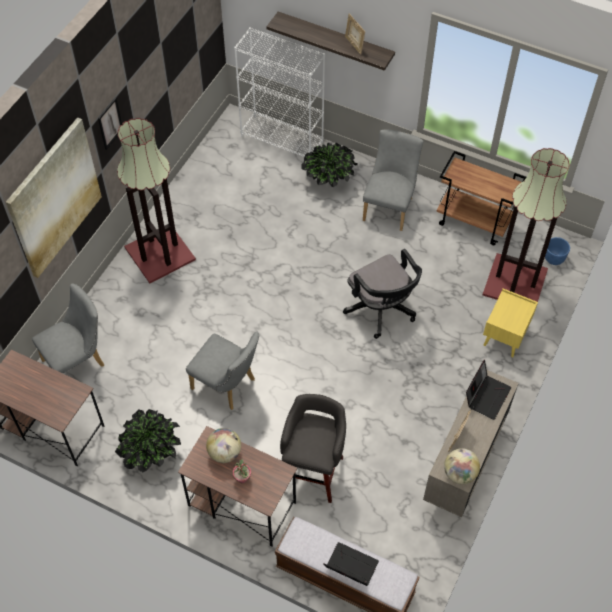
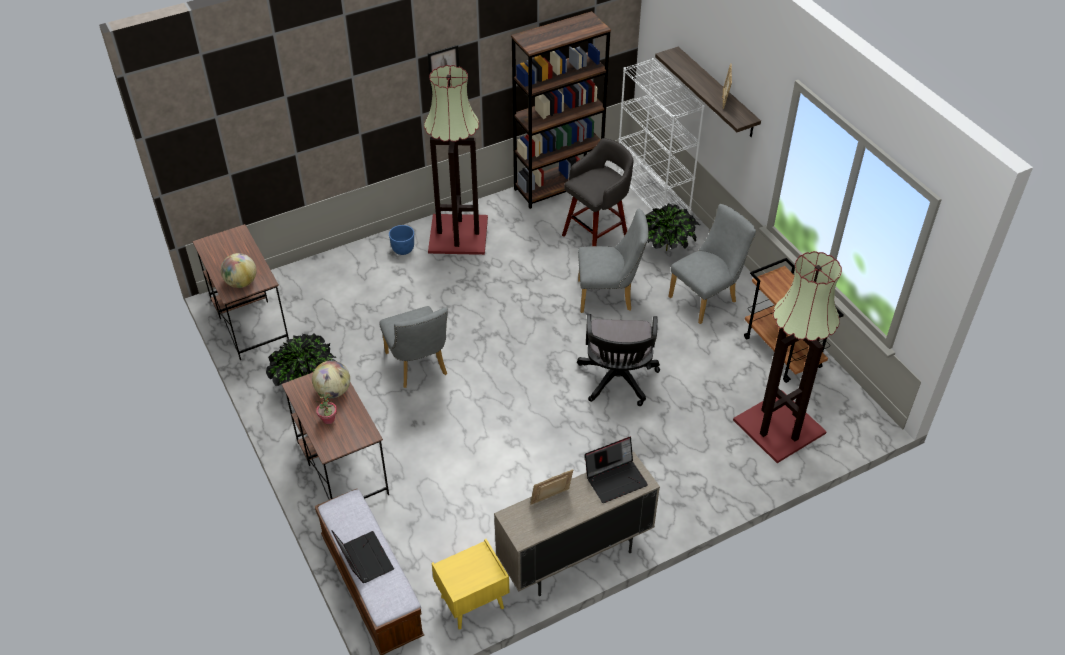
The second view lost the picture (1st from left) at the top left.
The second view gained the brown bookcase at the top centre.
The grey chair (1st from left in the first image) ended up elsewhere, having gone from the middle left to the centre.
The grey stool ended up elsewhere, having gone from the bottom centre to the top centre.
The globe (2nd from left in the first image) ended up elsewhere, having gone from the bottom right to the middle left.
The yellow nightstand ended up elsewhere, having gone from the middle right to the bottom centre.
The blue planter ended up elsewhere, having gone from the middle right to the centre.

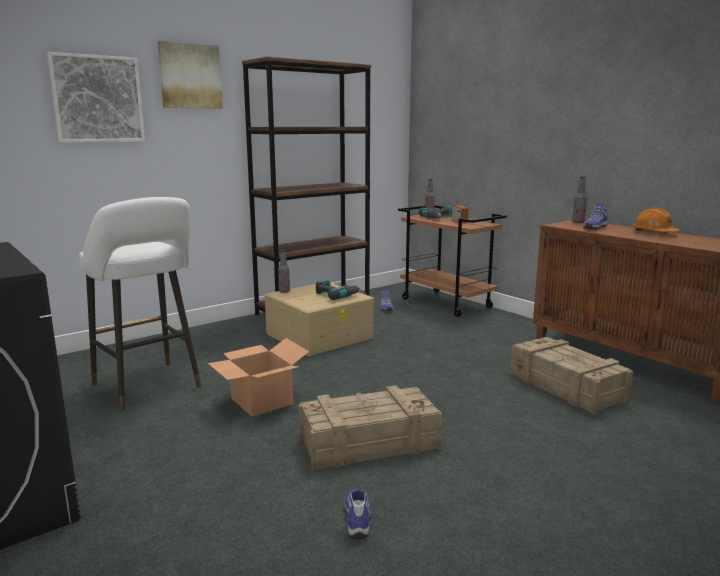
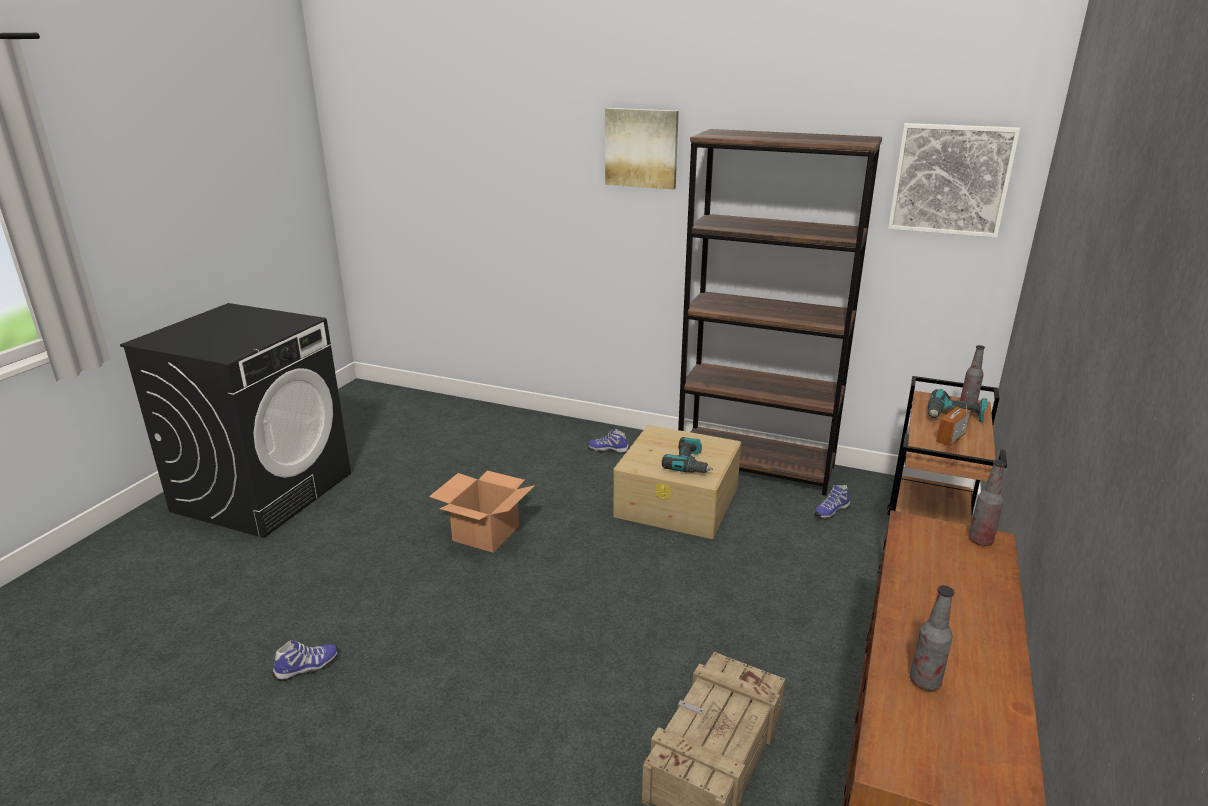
The second view lost the white stool at the middle left.
The second view lost the crate (1st from left) at the bottom centre.
The second view lost the orange hard hat at the middle right.
The picture (1st from left in the first image) ended up elsewhere, having gone from the top left to the top right.
The bottle (1st from left) ended up elsewhere, having gone from the centre to the bottom right.
The shoe (3rd from left in the first image) ended up elsewhere, having gone from the middle right to the centre.

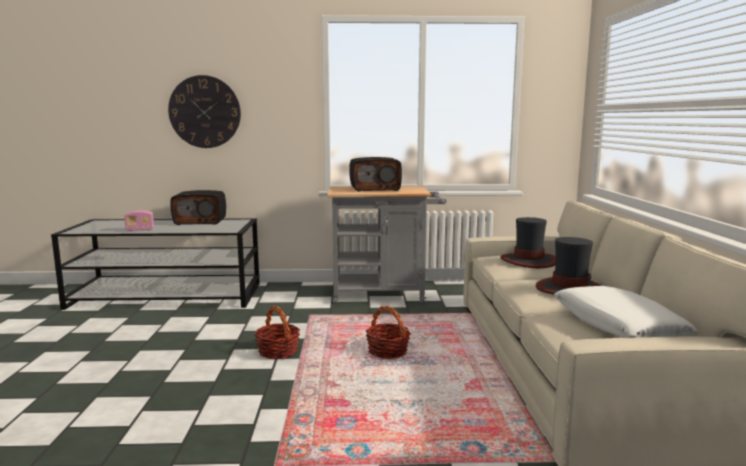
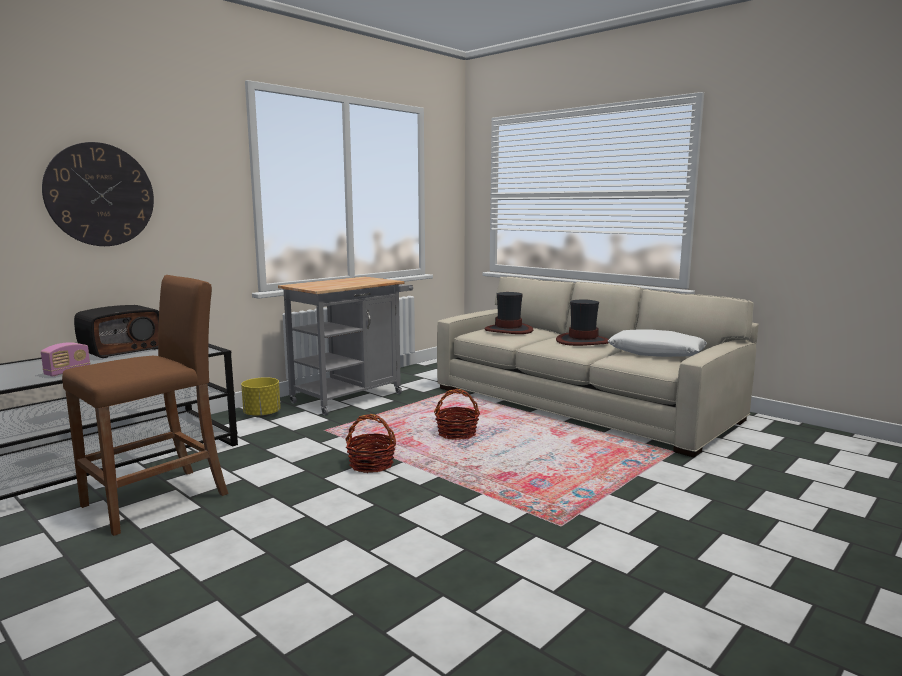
The second view lost the radio (3rd from left) at the centre.
The second view gained the brown stool at the middle left.
The second view gained the yellow planter at the middle left.

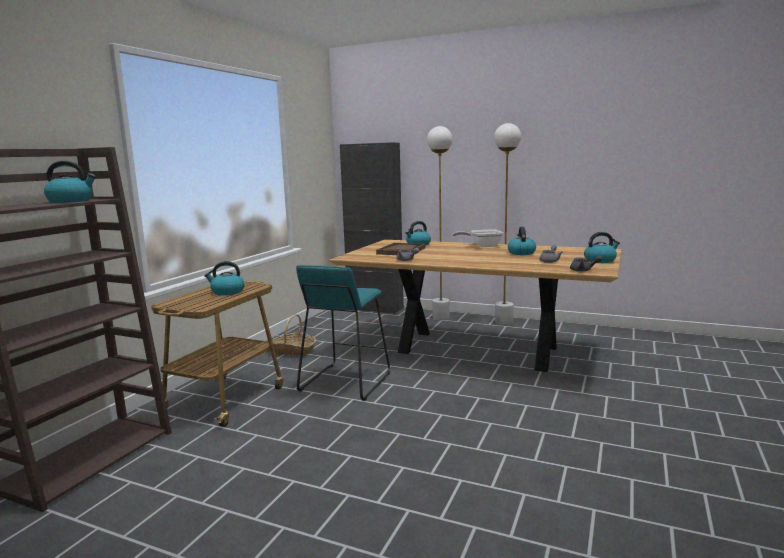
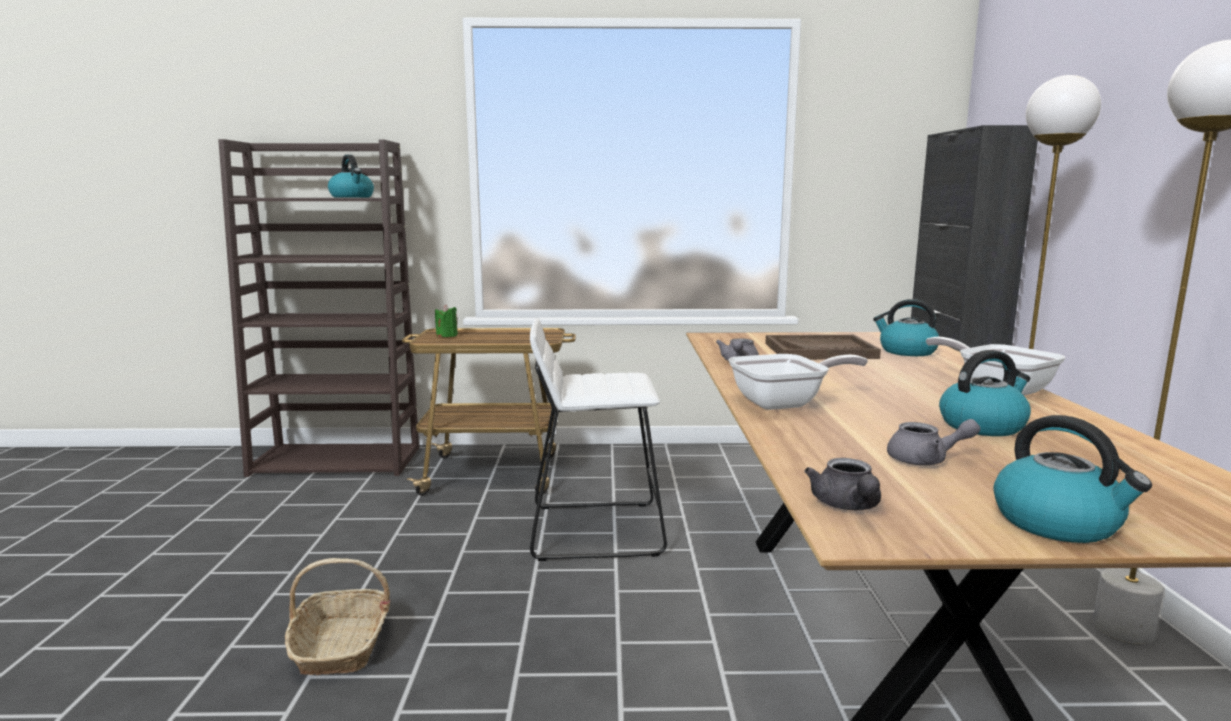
The second view lost the kettle (2nd from left) at the middle left.
The second view gained the green candle at the centre.
The second view gained the frying pan (1st from left) at the centre.
The basket ended up elsewhere, having gone from the centre to the bottom left.
What was the turquoise stool at the centre turned into the white stool at the centre.

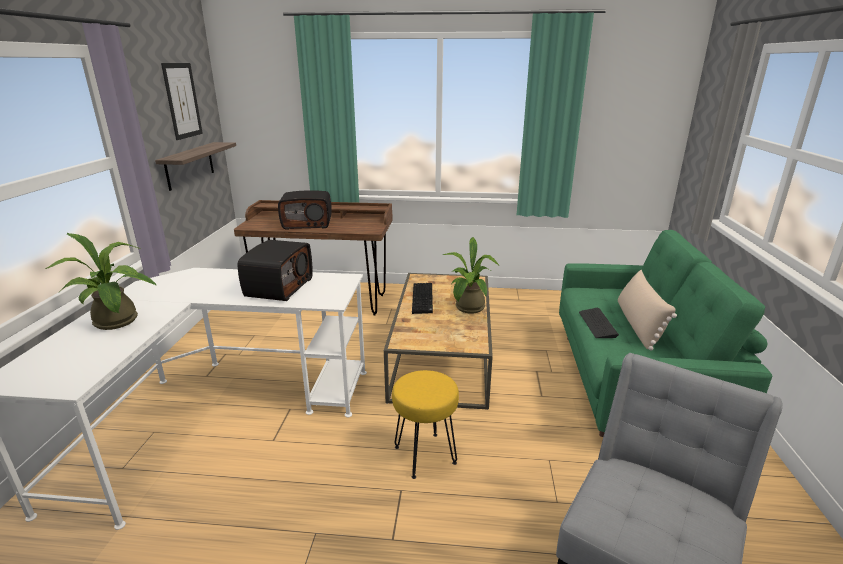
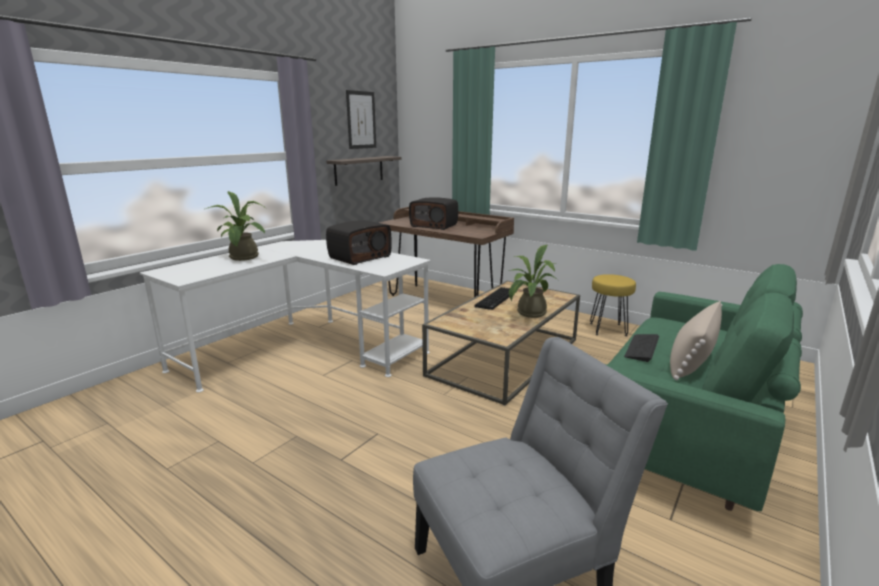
The yellow stool ended up elsewhere, having gone from the bottom centre to the middle right.

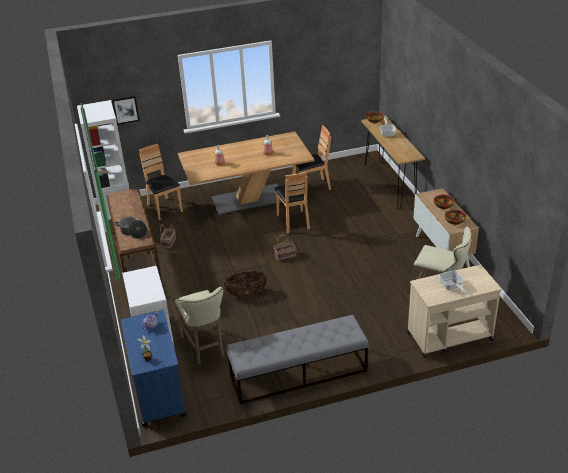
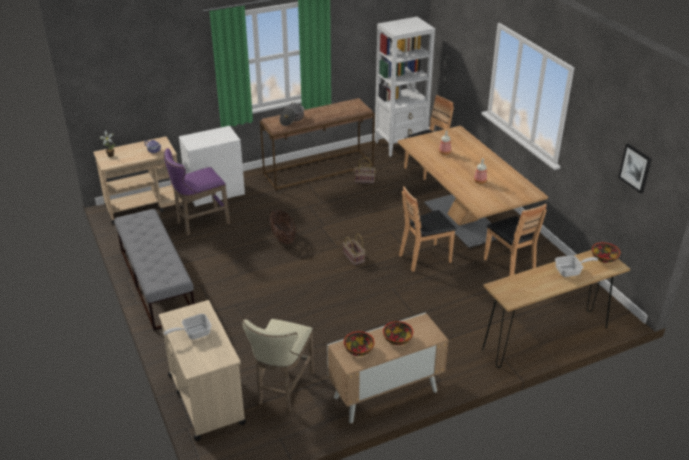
The picture ended up elsewhere, having gone from the top left to the middle right.
What was the blue cart at the bottom left turned into the beige cart (1st from left) at the middle left.
What was the beige stool (1st from left) at the bottom centre turned into the purple stool at the middle left.

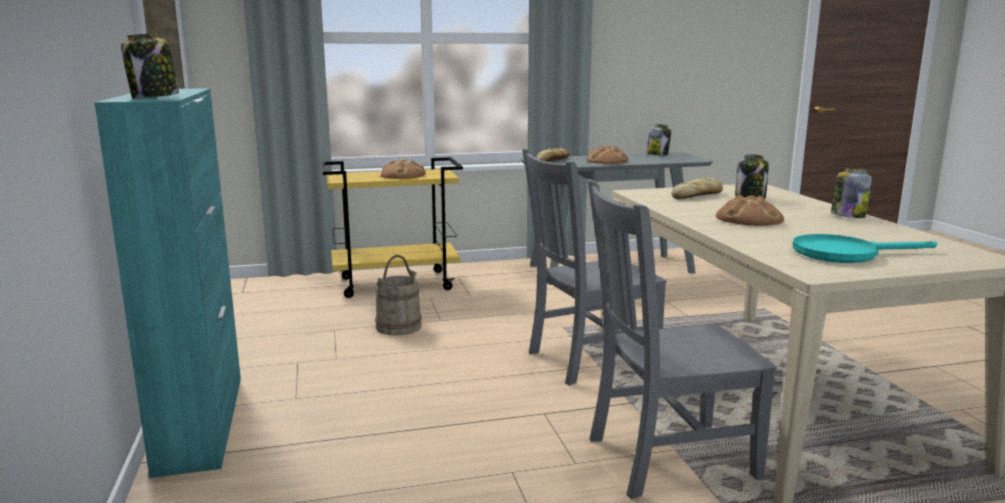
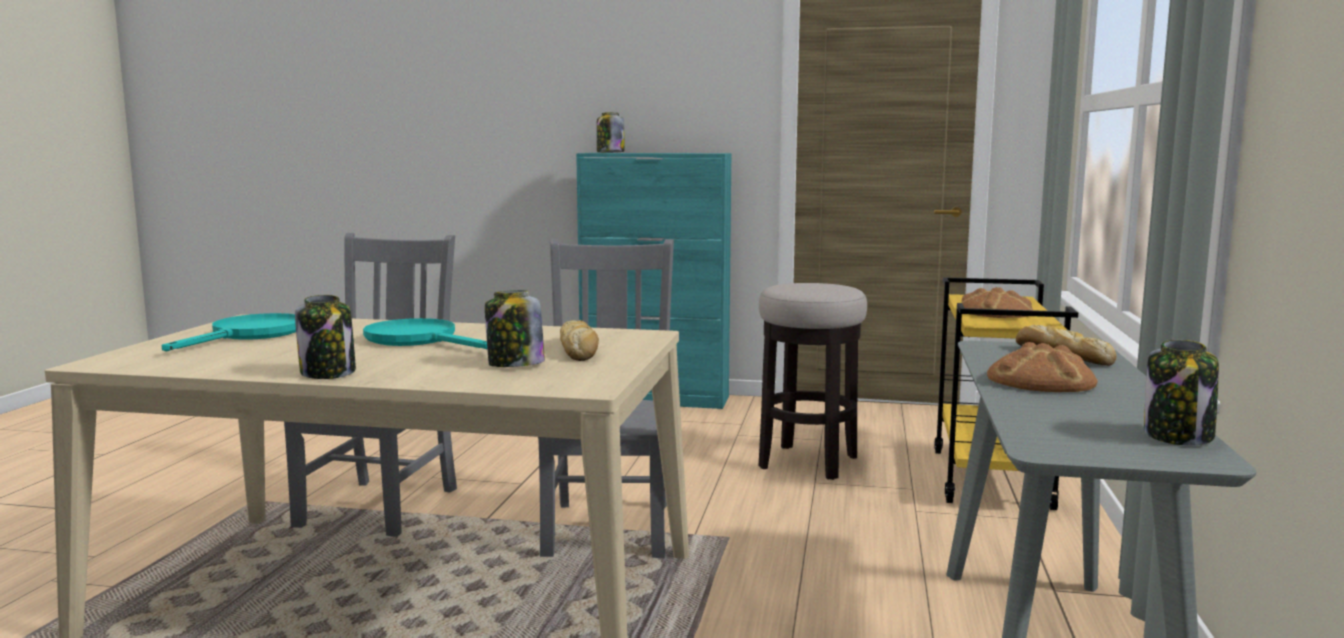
Where the beige bucket stood at the centre, the stool came to stand at the centre.
Where the bread (5th from left) stood at the middle right, the turquoise frying pan (2nd from left) came to stand at the middle left.

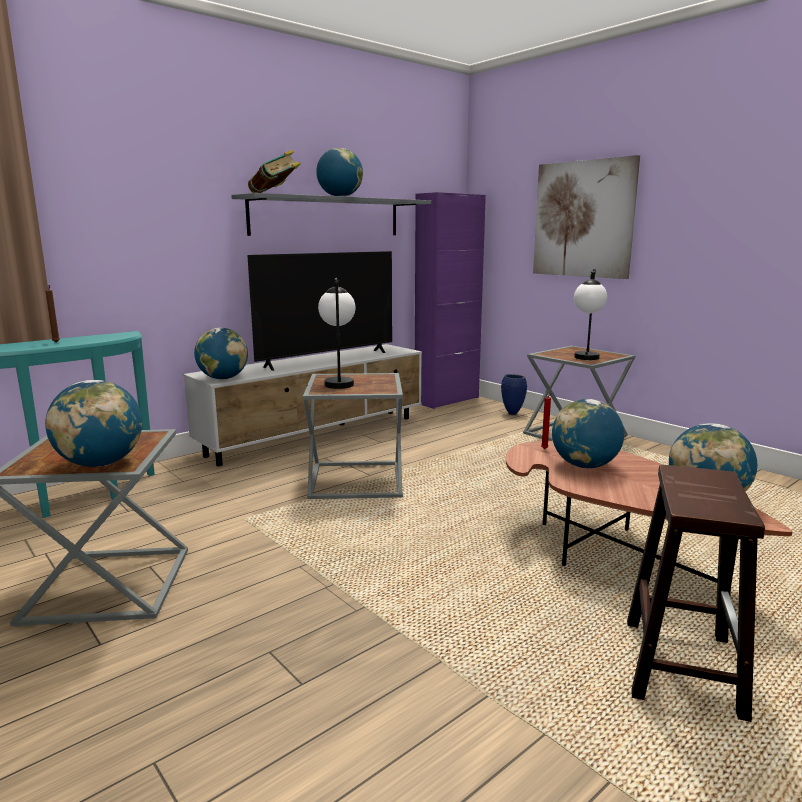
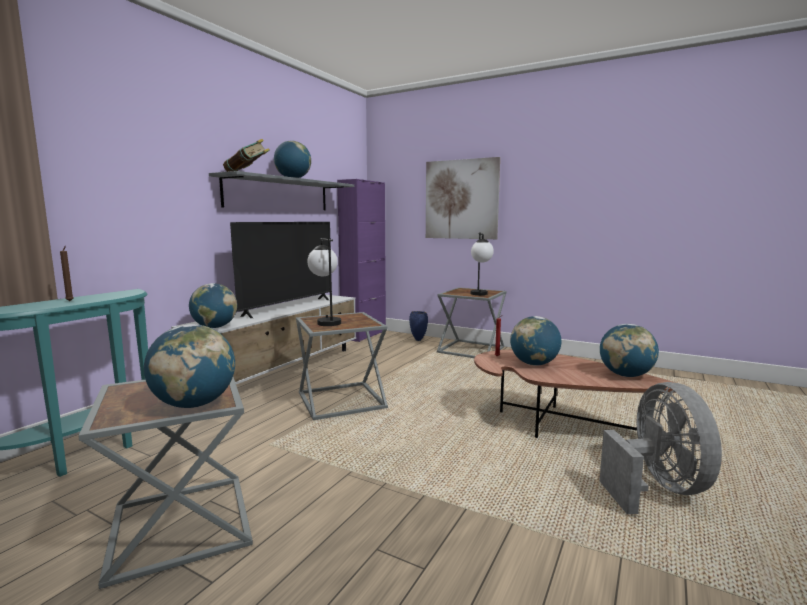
Where the brown stool stood at the bottom right, the grey fan came to stand at the bottom right.

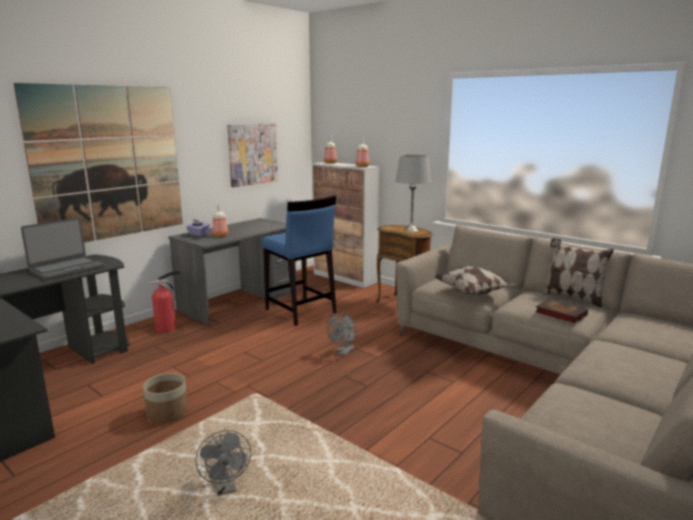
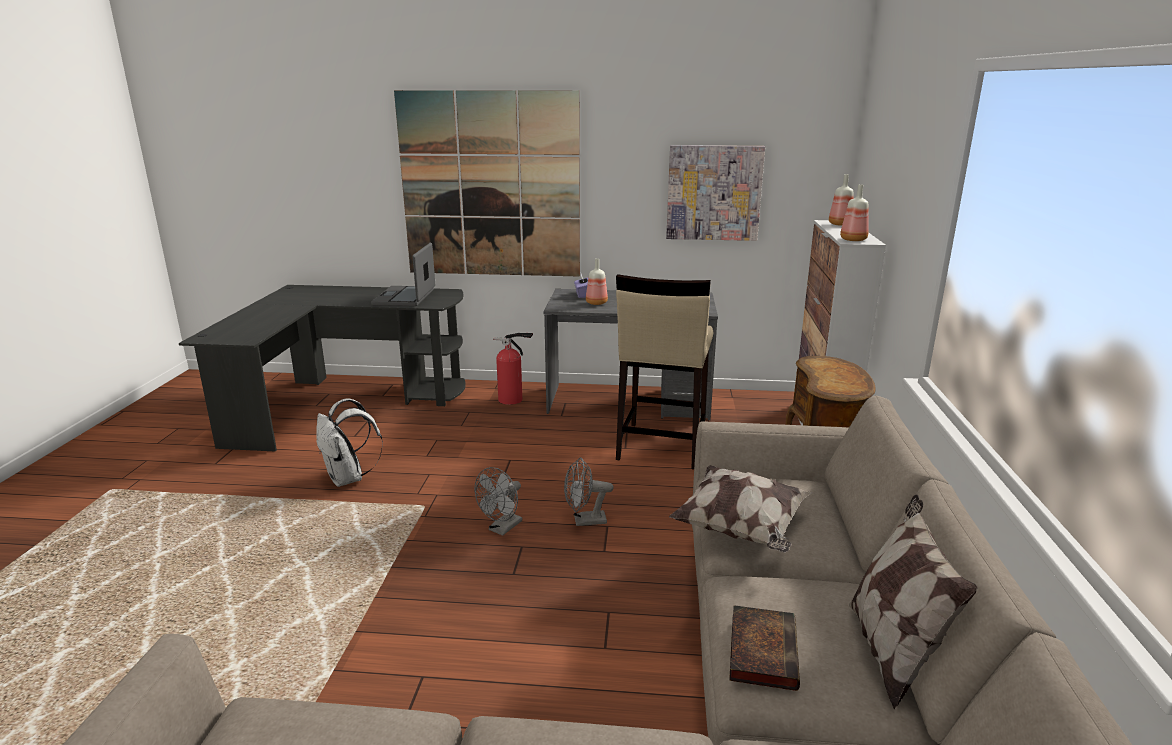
The second view lost the grey table lamp at the centre.
The grey fan (1st from left) ended up elsewhere, having gone from the bottom left to the bottom centre.
Where the planter stood at the bottom left, the white backpack came to stand at the middle left.
What was the blue stool at the centre turned into the beige stool at the centre.
The laptop at the middle left ended up facing another way, 90 degrees clockwise from before.

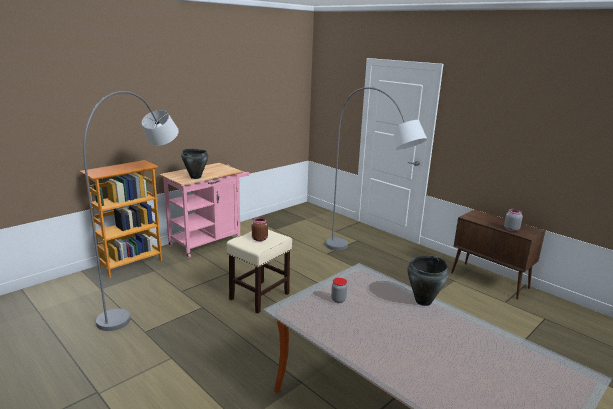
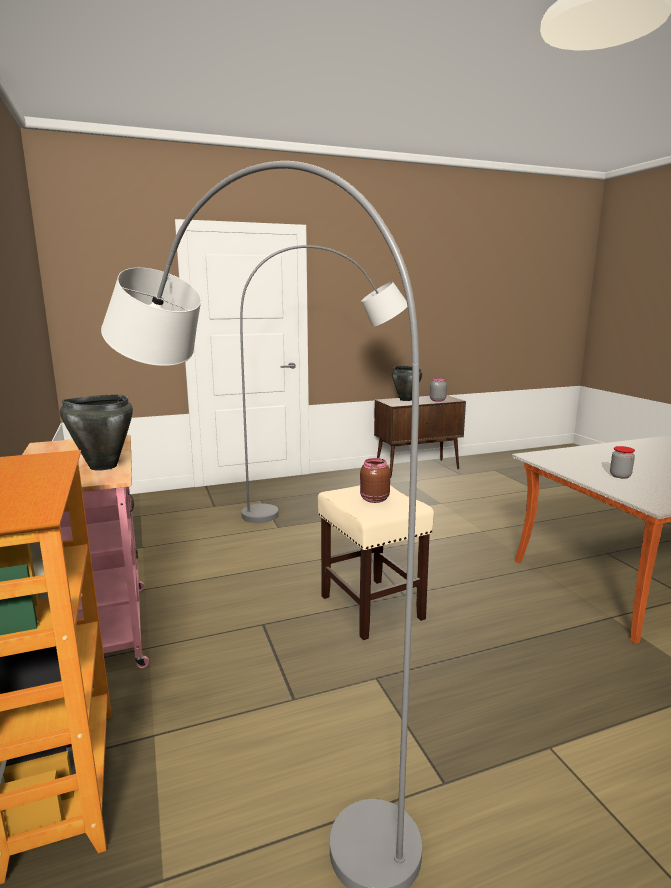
The black cooking pot (2nd from left) ended up elsewhere, having gone from the bottom right to the centre.

